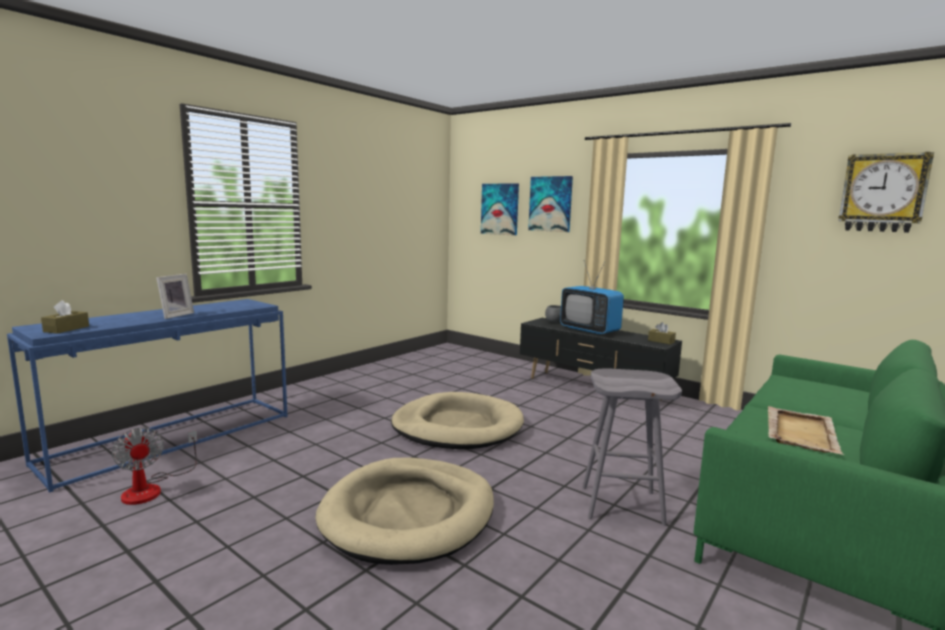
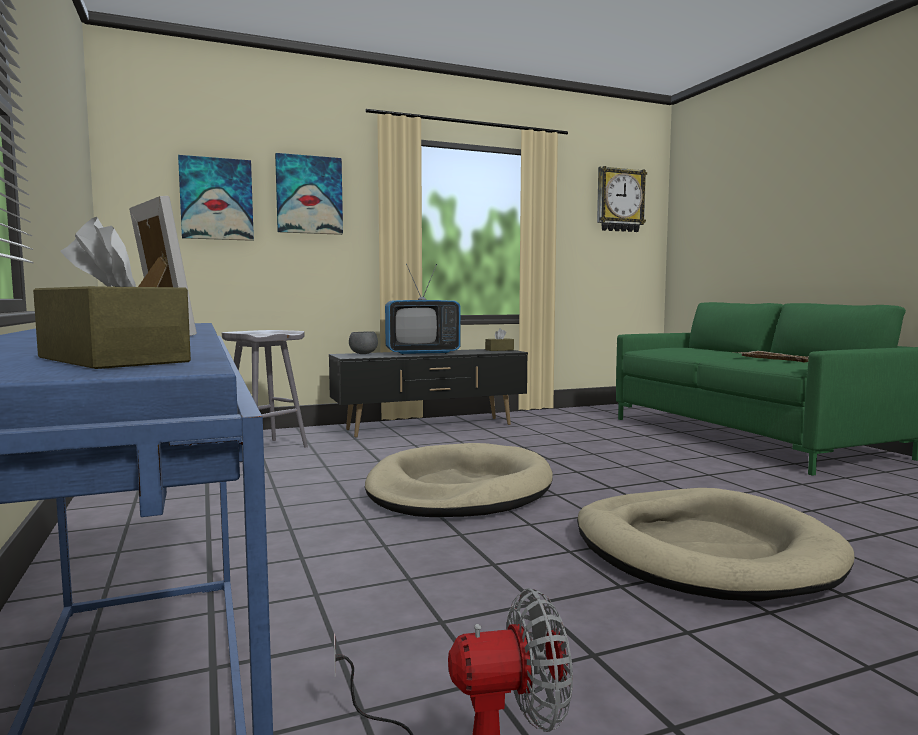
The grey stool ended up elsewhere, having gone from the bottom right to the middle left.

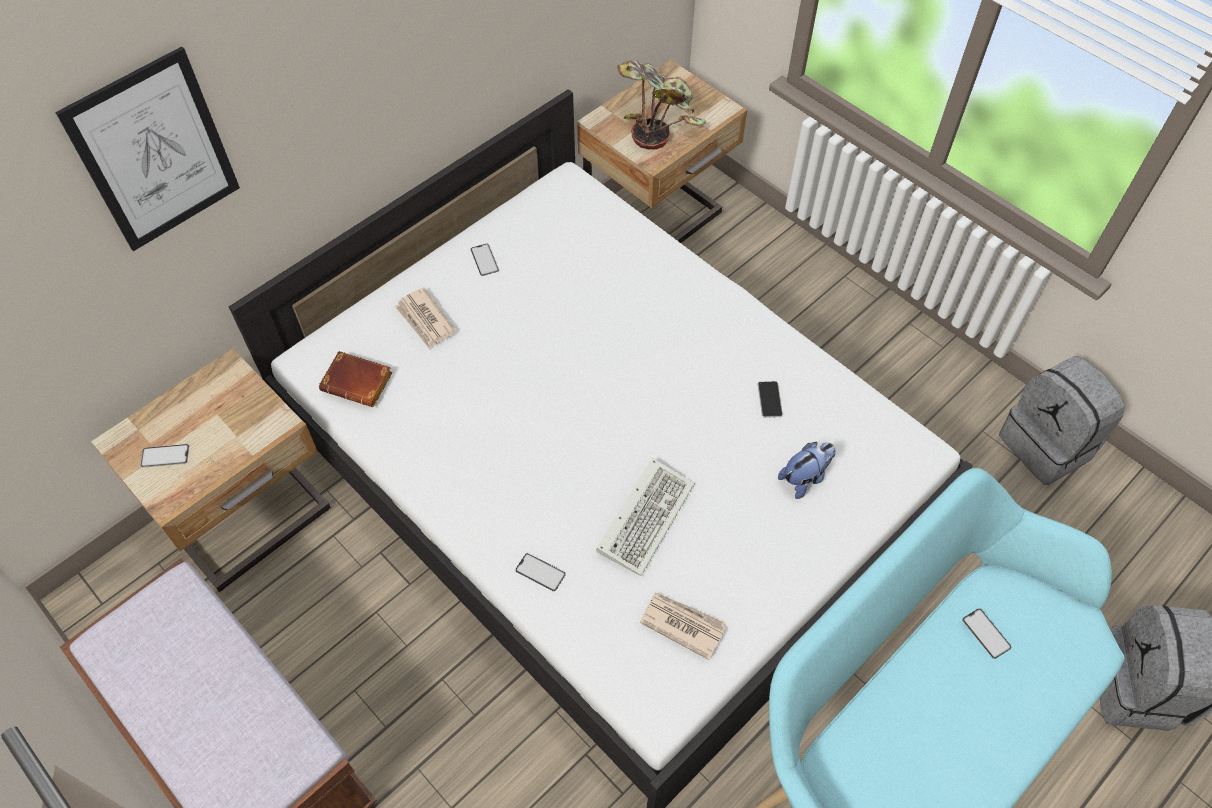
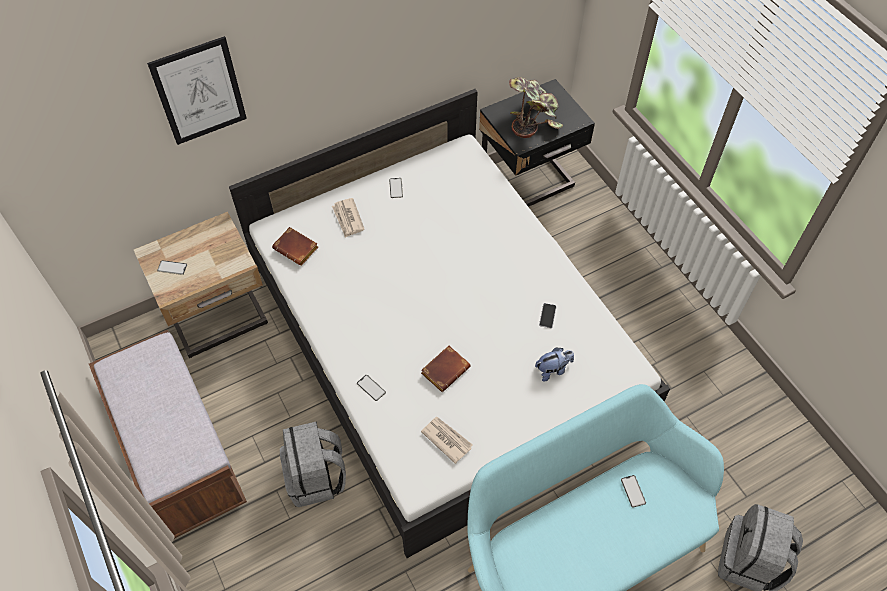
The grey backpack (1st from left) ended up elsewhere, having gone from the middle right to the bottom centre.
Where the keyboard stood at the centre, the brown book (2nd from left) came to stand at the centre.
What was the beige nightstand (2nd from left) at the top centre turned into the black nightstand at the top centre.

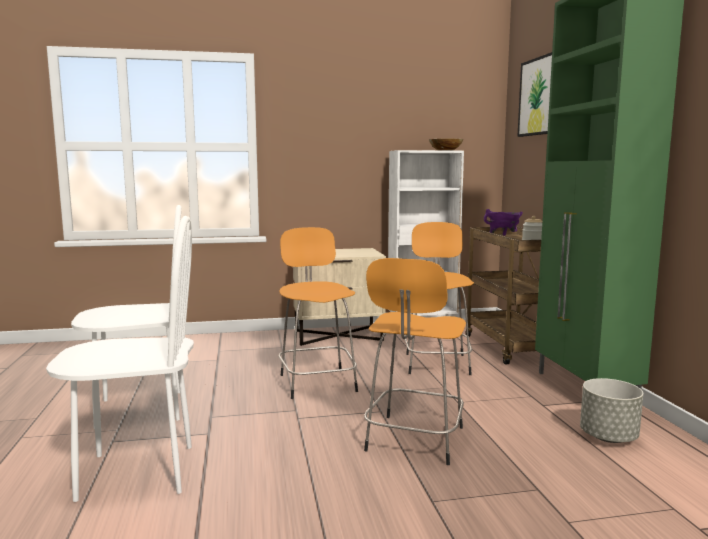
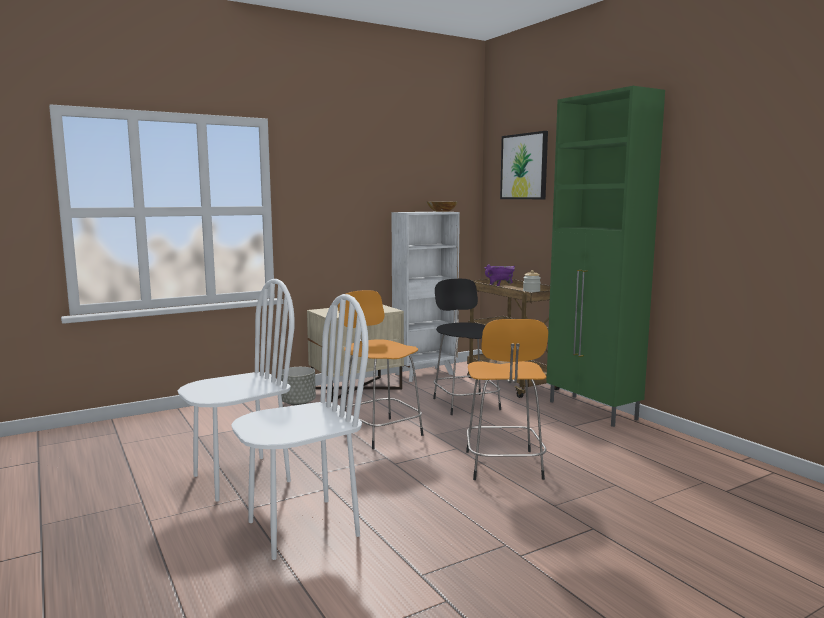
The grey planter ended up elsewhere, having gone from the bottom right to the centre.
What was the orange stool (3rd from left) at the centre turned into the black stool at the centre.

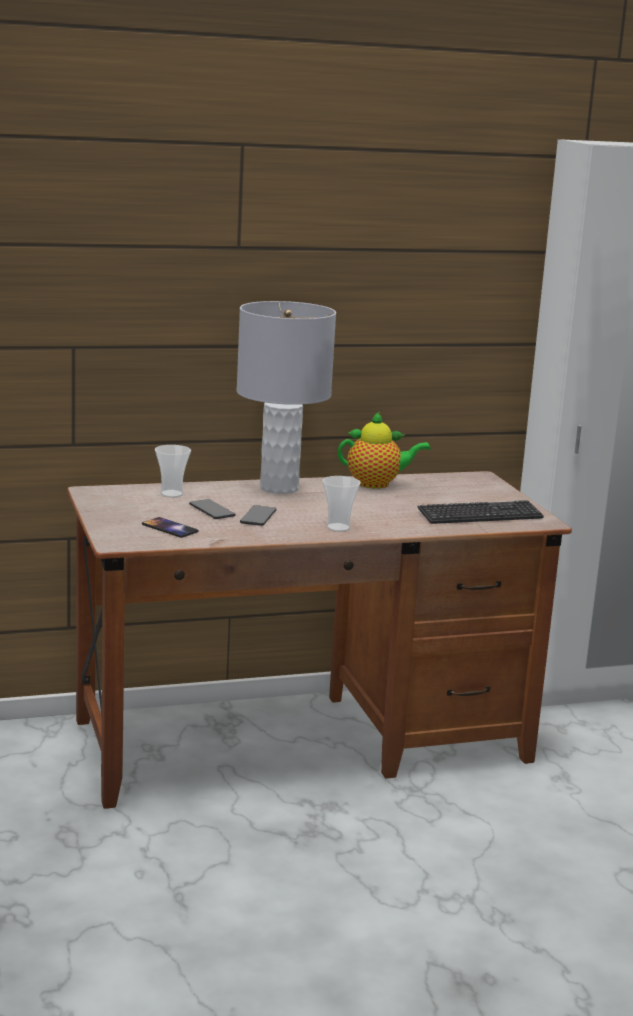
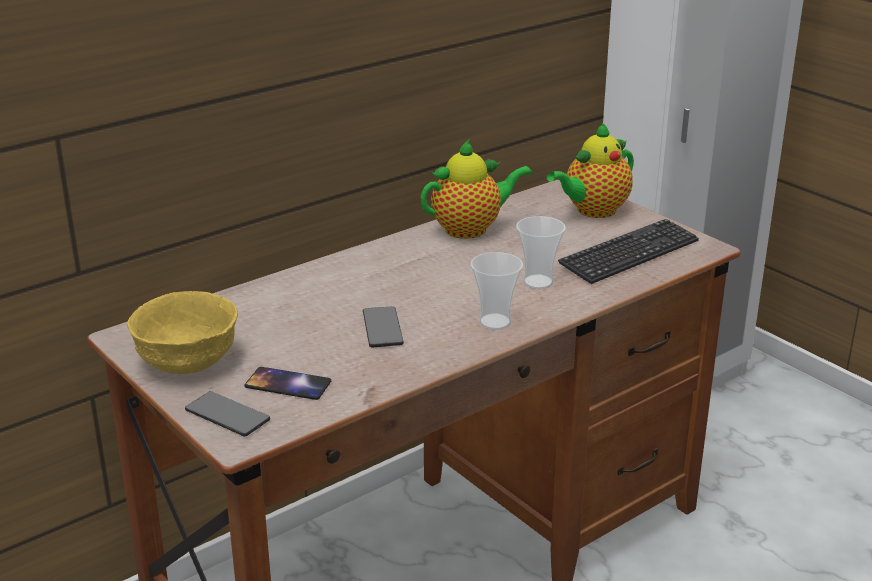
The second view lost the grey table lamp at the centre.
The second view gained the yellow bowl at the middle left.
The second view gained the teapot (2nd from left) at the top right.
The cup (1st from left in the first image) ended up elsewhere, having gone from the middle left to the centre.
The phone (2nd from left in the first image) ended up elsewhere, having gone from the centre to the bottom left.

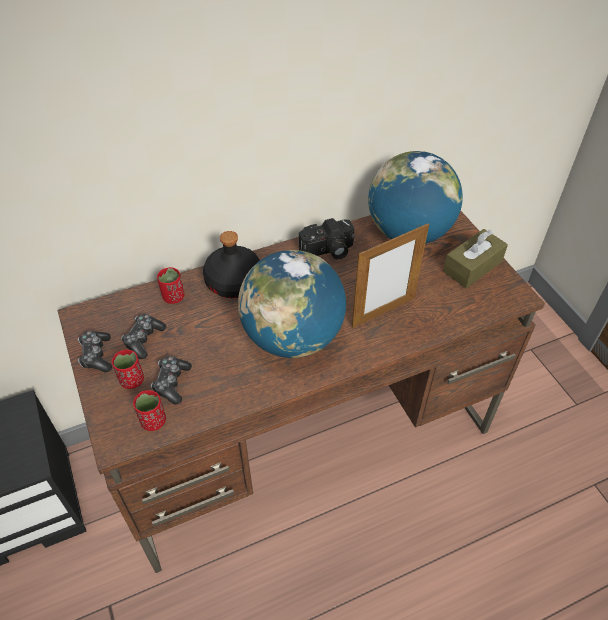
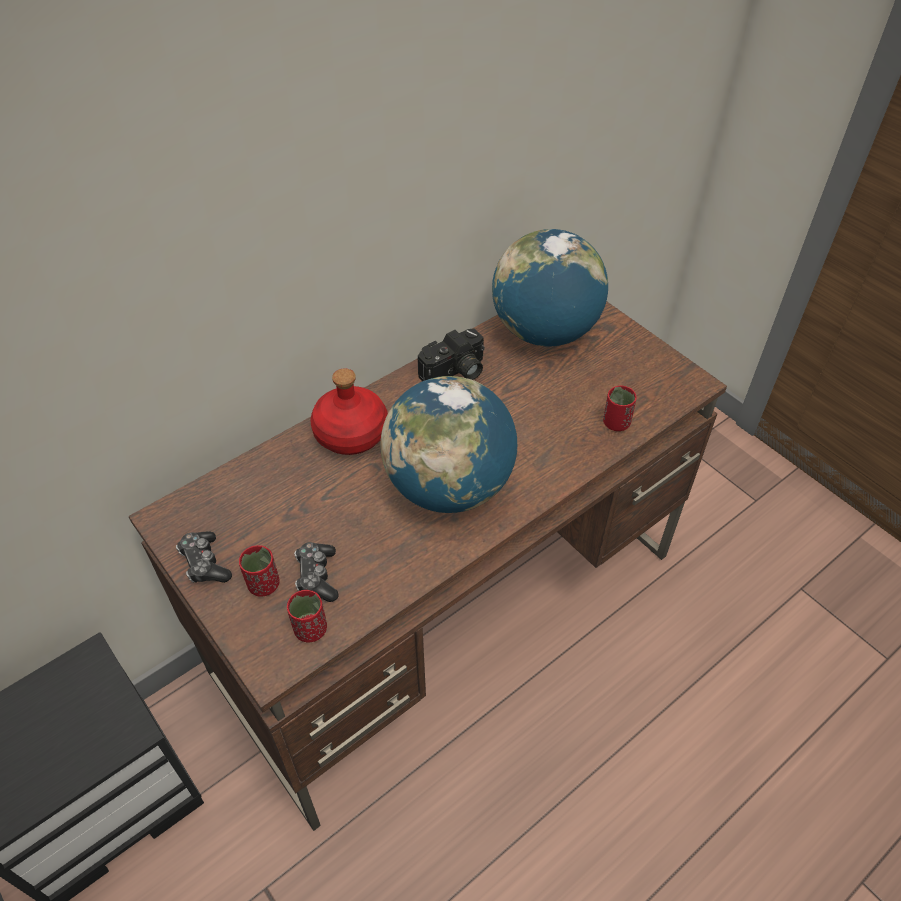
The second view lost the game controller (2nd from left) at the middle left.
The second view lost the picture frame at the centre.
The second view lost the brown tissue box at the middle right.
The red cup (3rd from left) ended up elsewhere, having gone from the middle left to the middle right.
What was the black bottle at the centre turned into the red bottle at the centre.

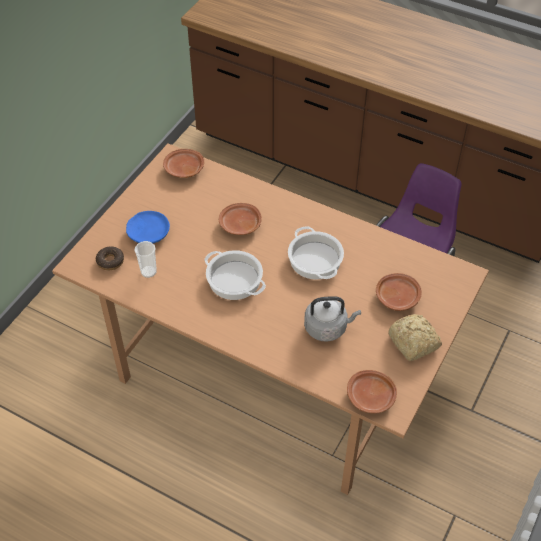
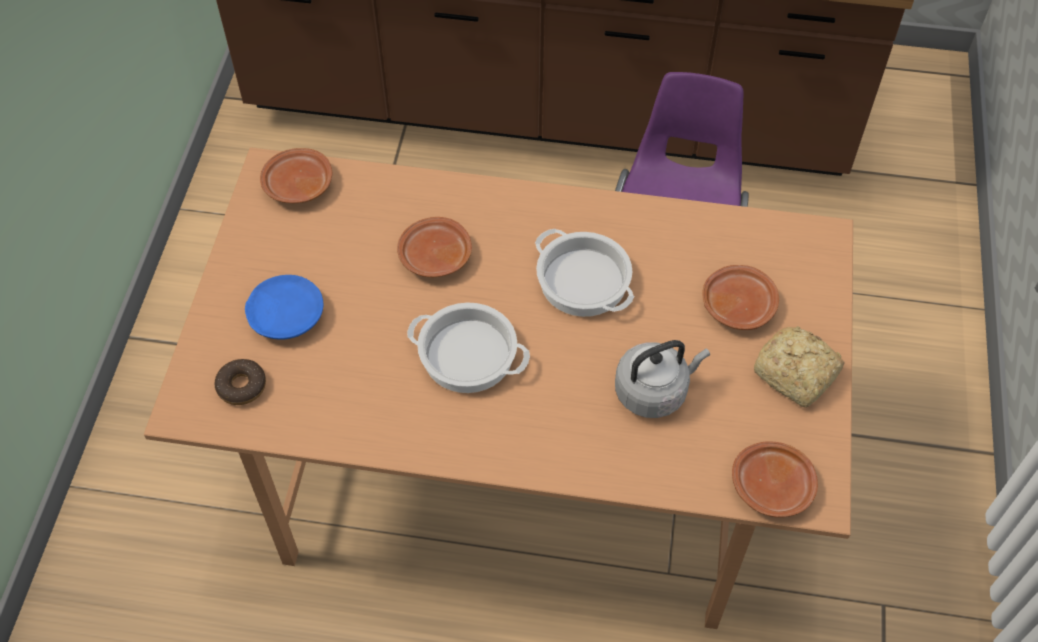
The second view lost the cup at the middle left.

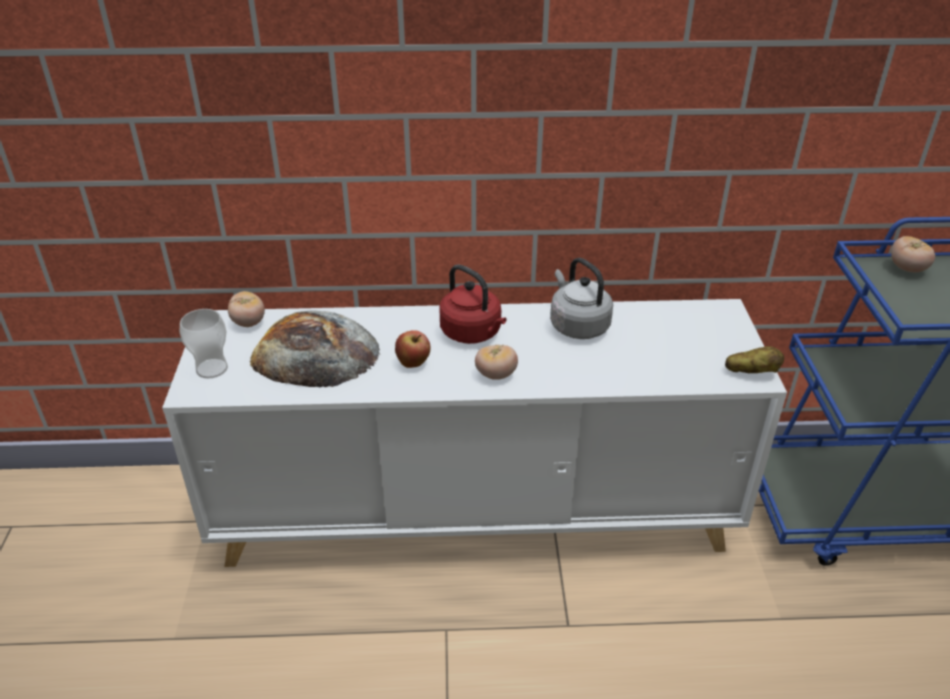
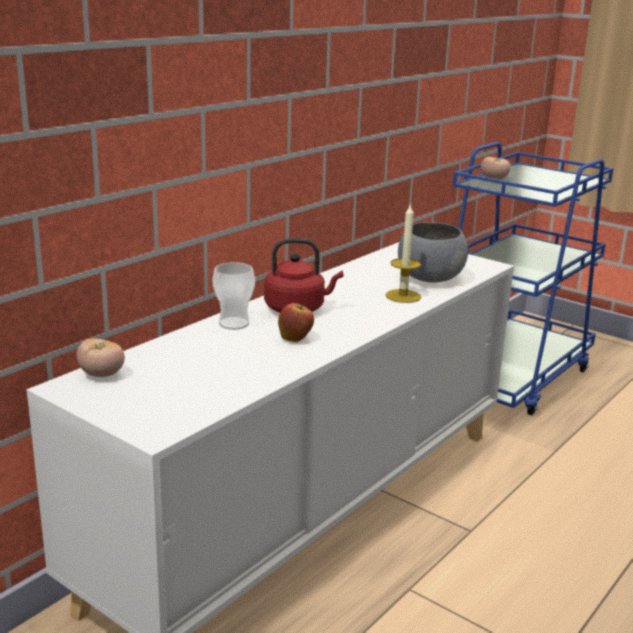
The second view lost the bread at the middle left.
The second view lost the tomato (2nd from left) at the centre.
The second view lost the grey kettle at the centre.
The second view lost the potato at the middle right.
The second view gained the candle at the centre.
The second view gained the grey bowl at the middle right.
The cup ended up elsewhere, having gone from the middle left to the centre.

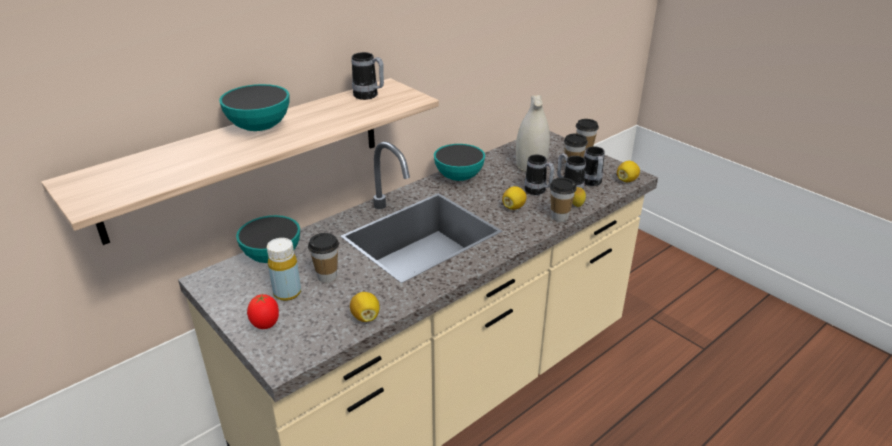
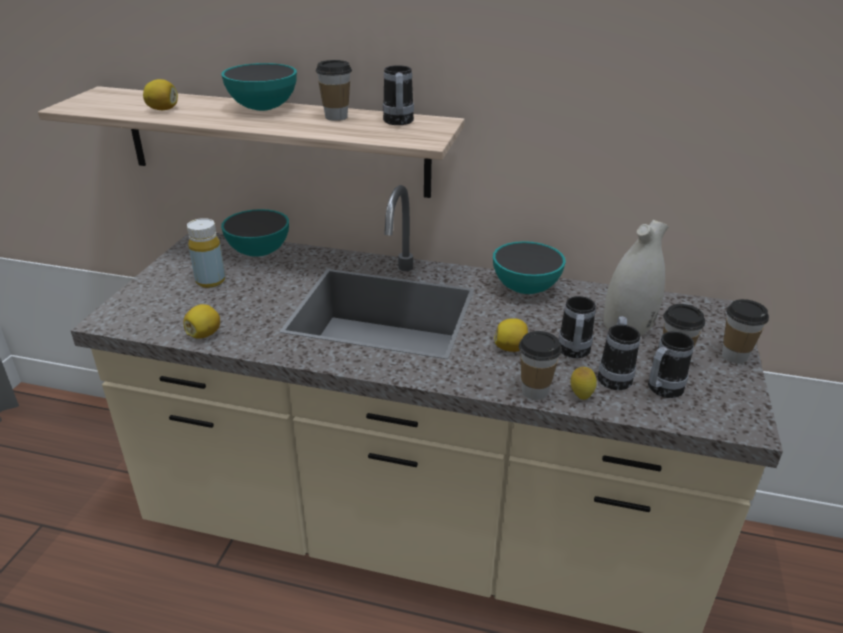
The second view lost the tomato at the bottom left.
The cup (1st from left) ended up elsewhere, having gone from the centre to the top centre.
The lemon (4th from left in the first image) ended up elsewhere, having gone from the middle right to the top left.

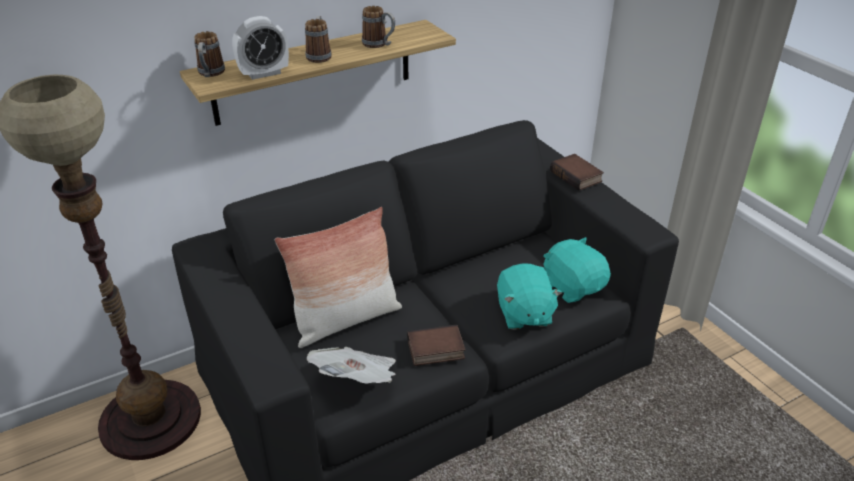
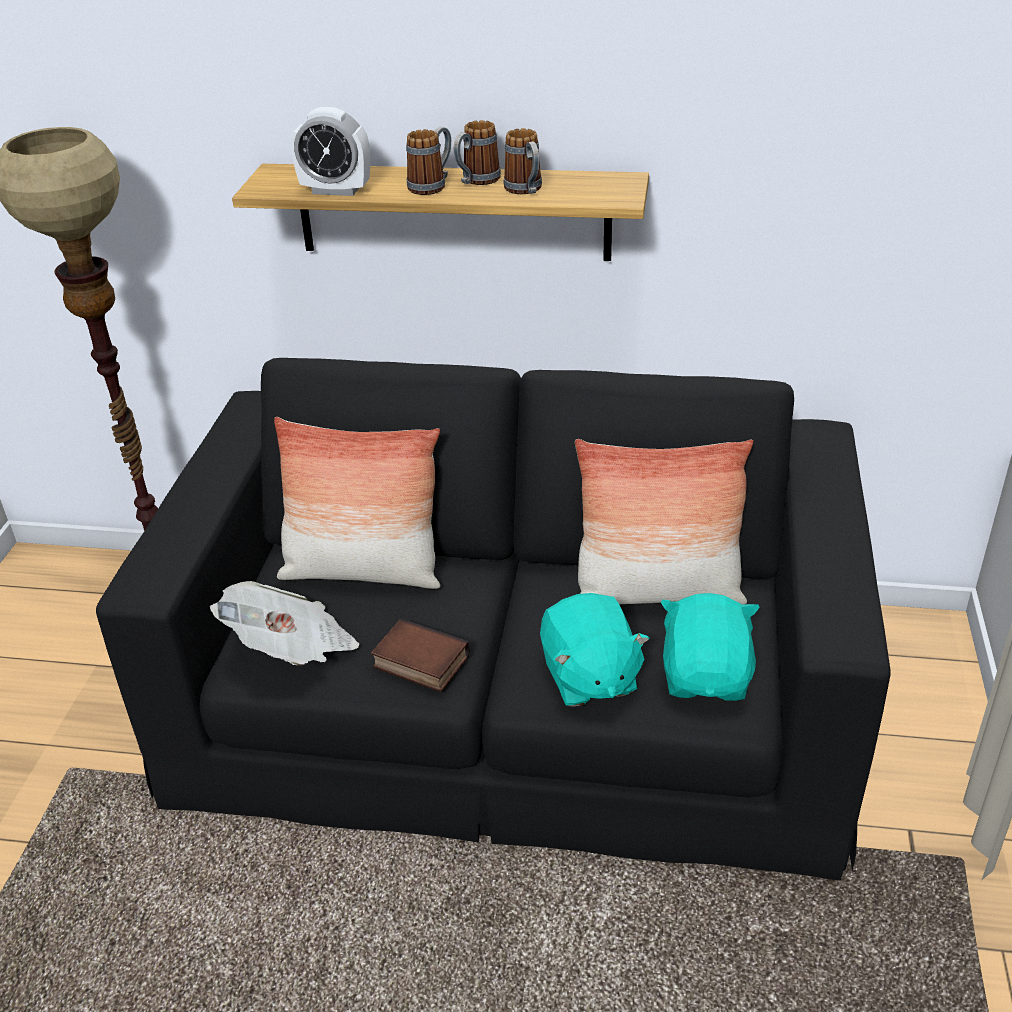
The second view lost the book (2nd from left) at the middle right.
The second view gained the pillow (2nd from left) at the centre.
The mug (1st from left in the first image) ended up elsewhere, having gone from the top left to the top centre.
The turquoise plush toy (1st from left) at the centre ended up facing another way, 45 degrees counterclockwise from before.

